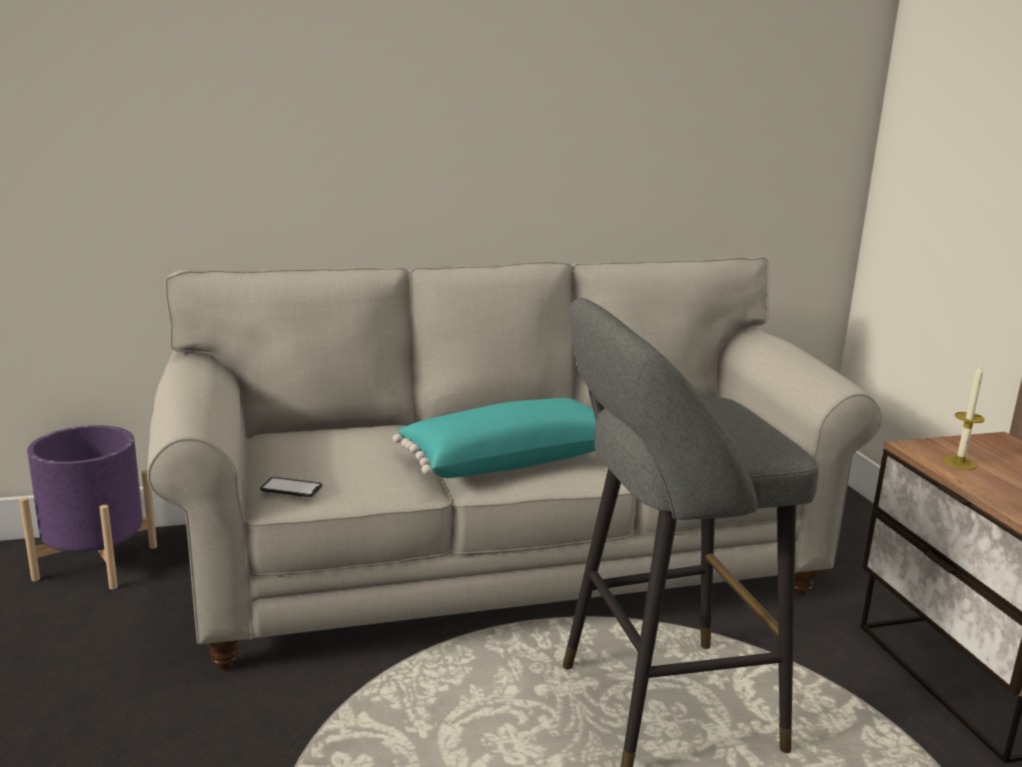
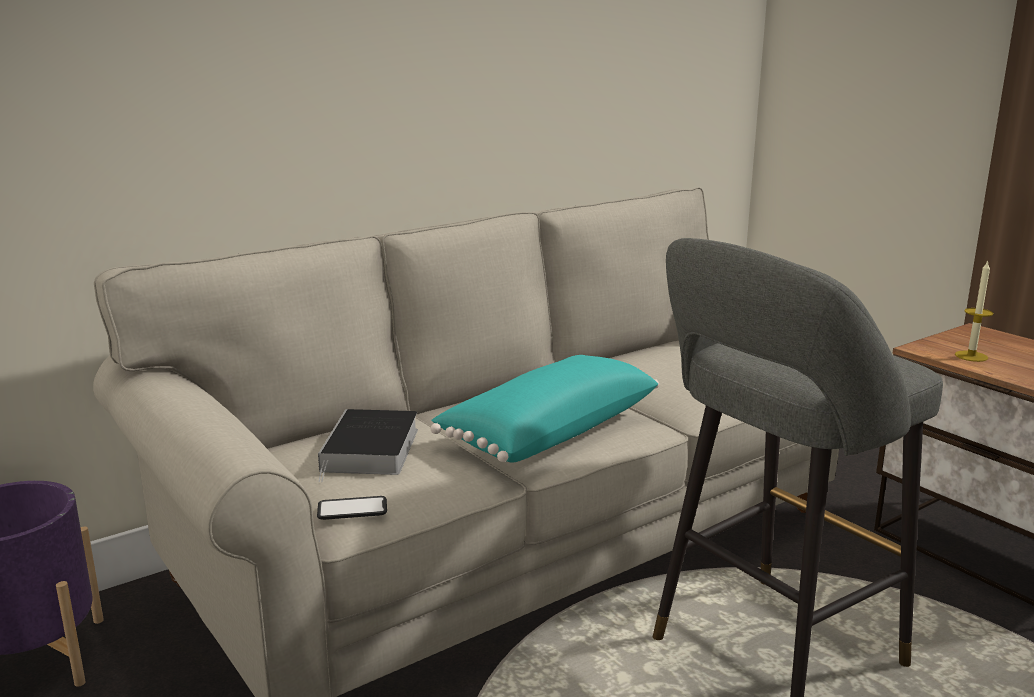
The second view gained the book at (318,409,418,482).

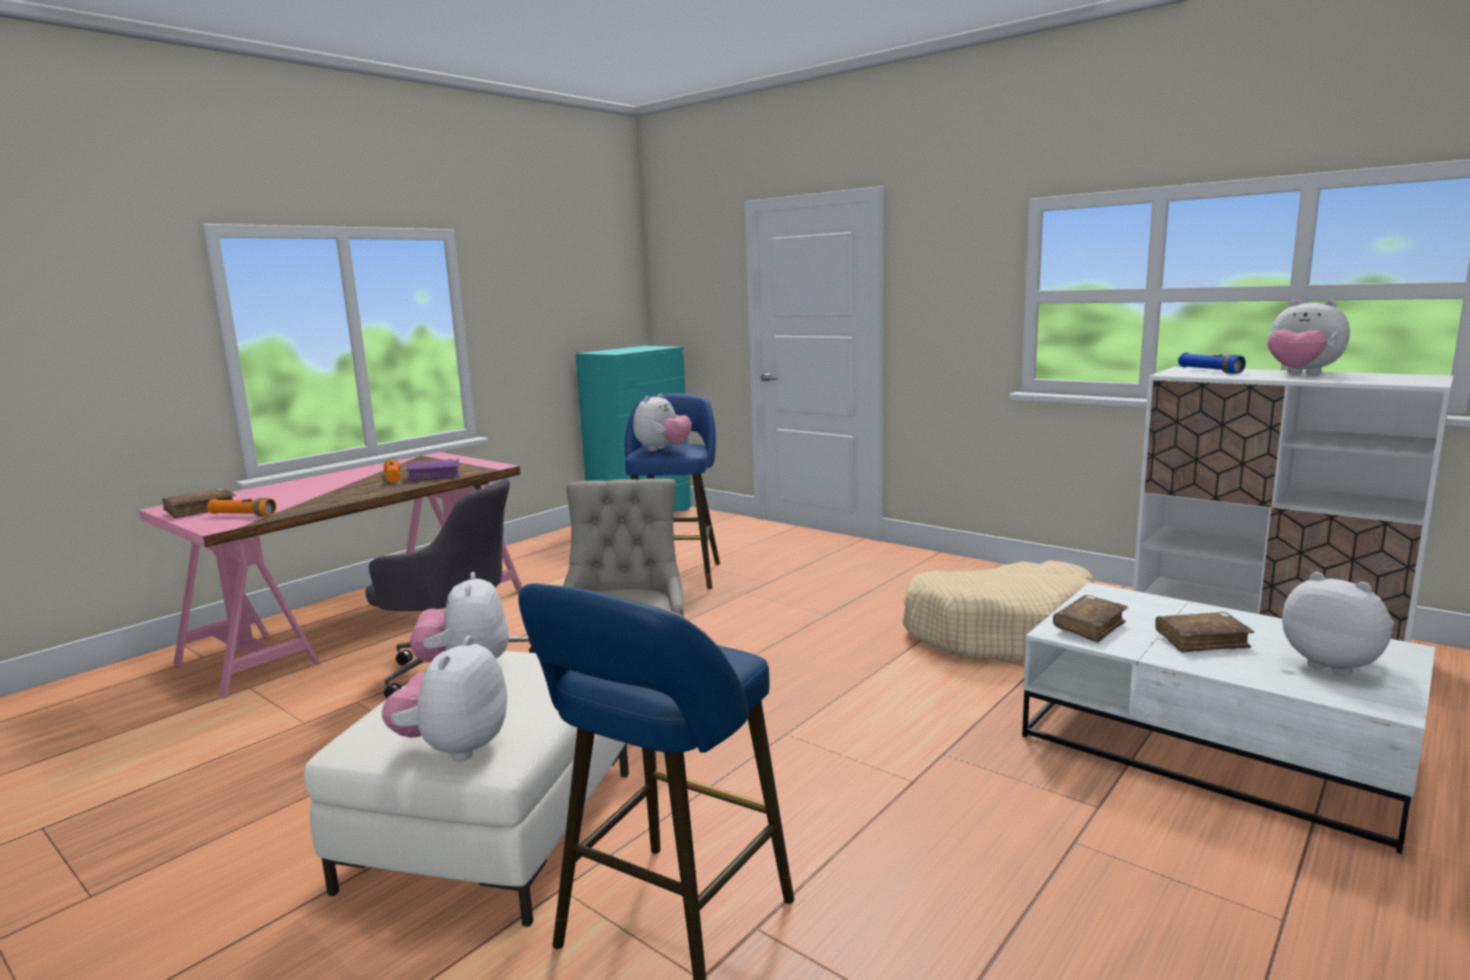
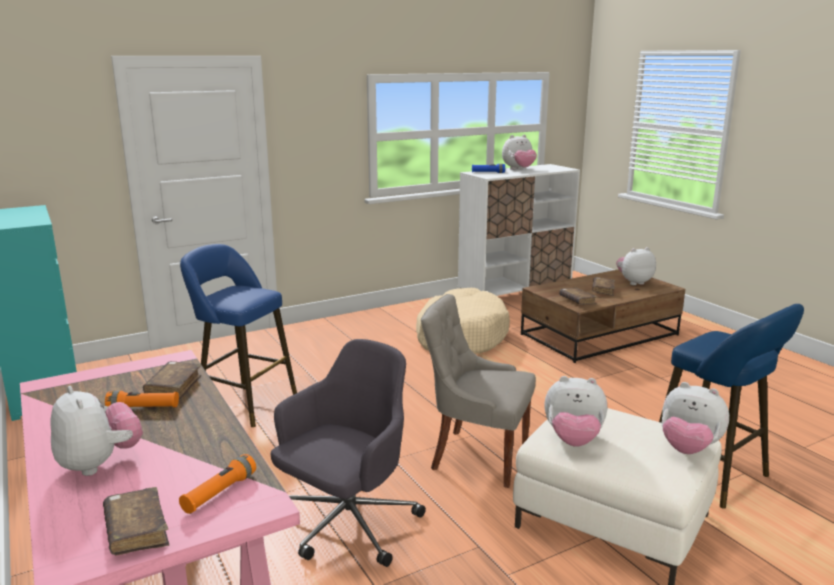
The plush toy ended up elsewhere, having gone from (633,393,692,451) to (50,386,143,476). What was the book (purple) at (406,459,460,481) turned into the book (brown-coloured) at (143,361,201,400). What was the coffee table (white-coloured) at (1022,582,1435,854) turned into the coffee table (brown-coloured) at (521,269,685,363).

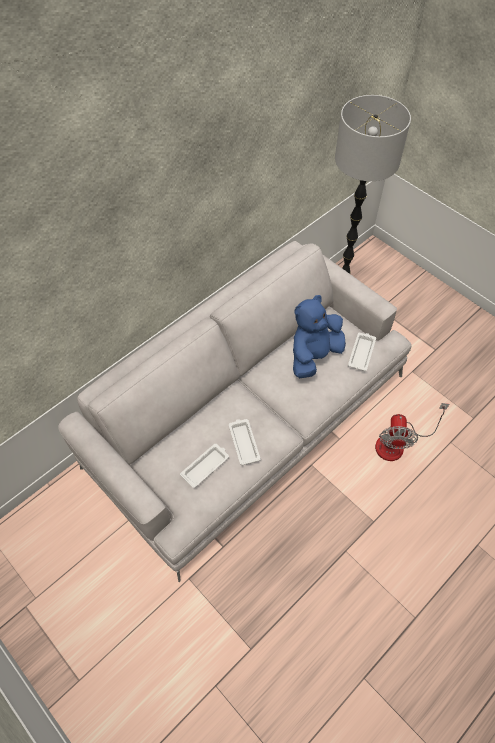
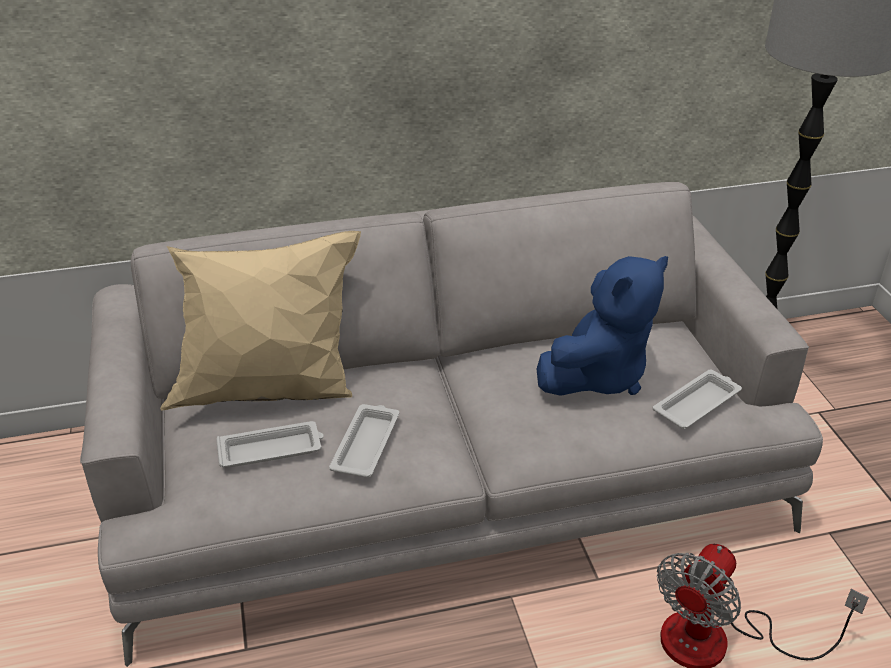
The second view gained the throw pillow (beige-coloured) at (160,231,361,411). The plush toy (blue-coloured) at (293,295,346,378) ended up facing another way, 150 degrees clockwise from before.

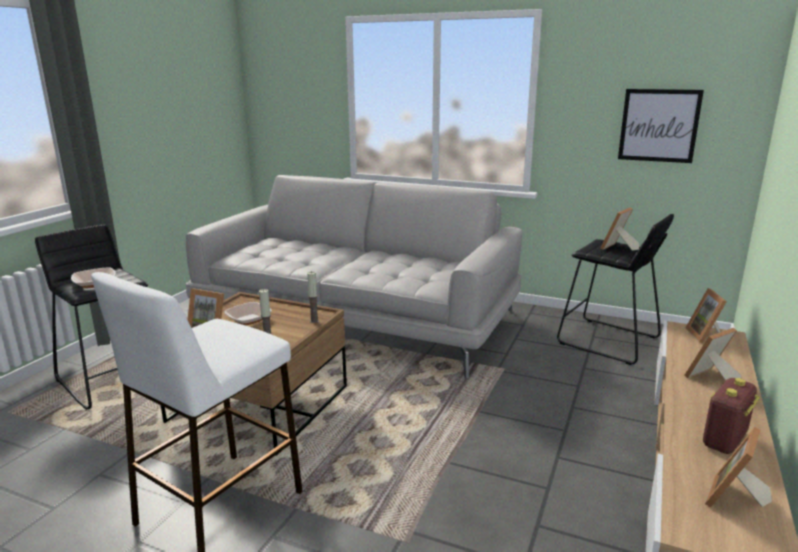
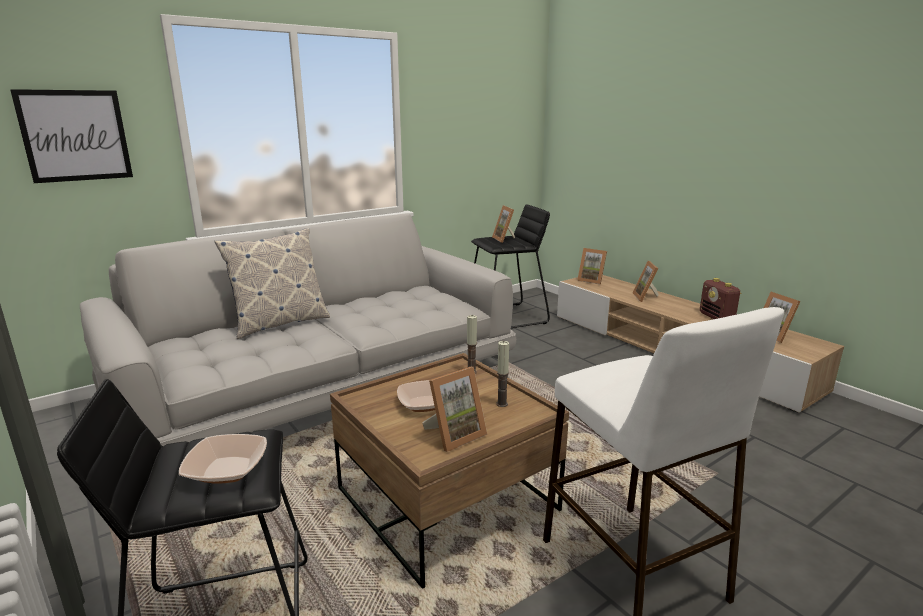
The second view gained the throw pillow at (214,228,330,339). The wall picture ended up elsewhere, having gone from (618,89,704,163) to (10,89,133,183).

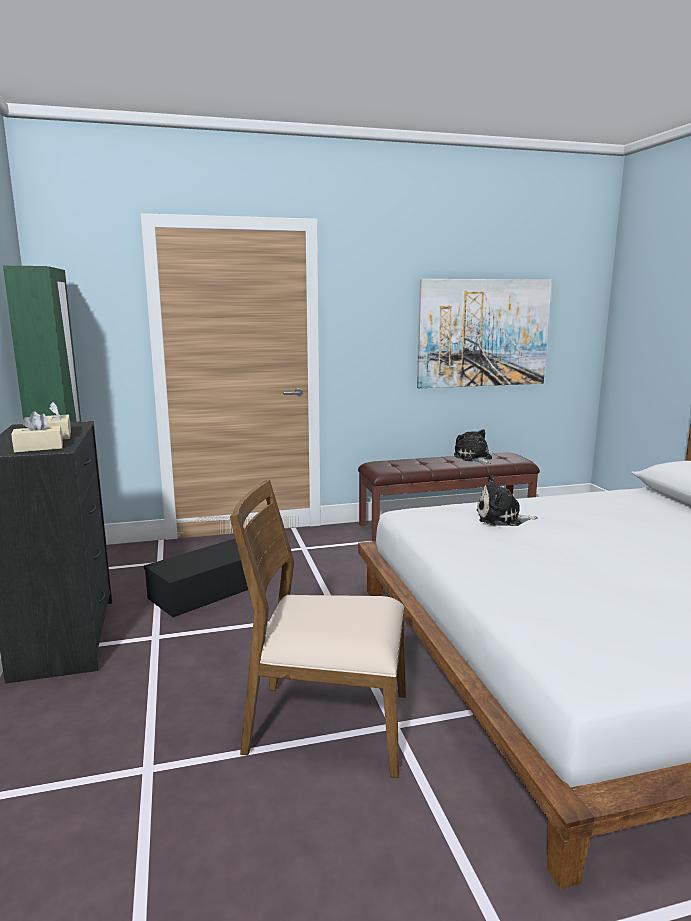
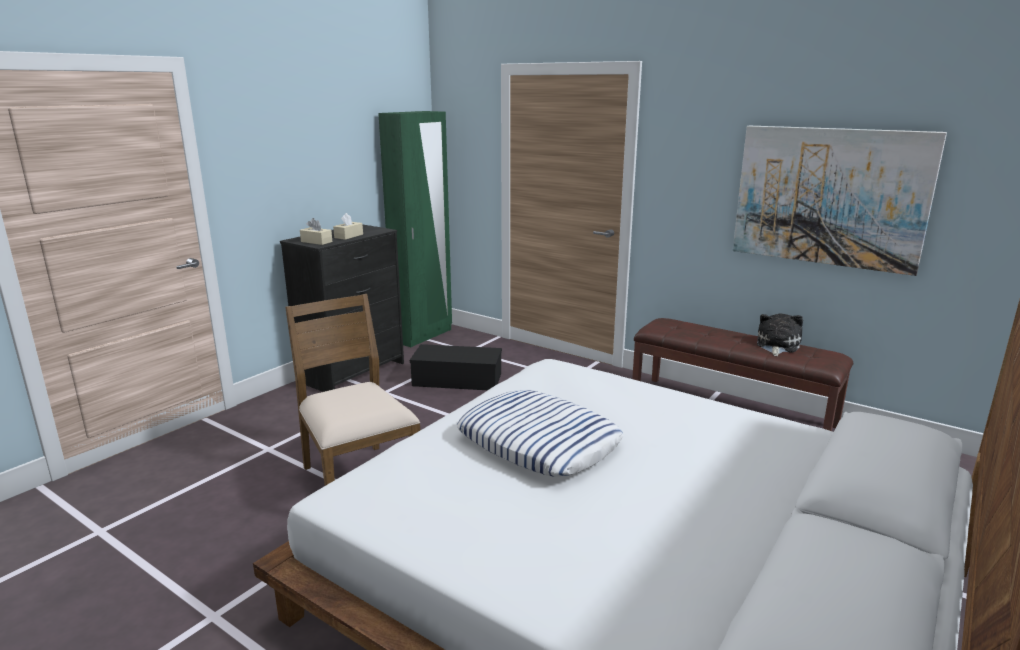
The second view lost the plush toy at (477,475,538,526). The second view gained the throw pillow at (457,390,624,476).

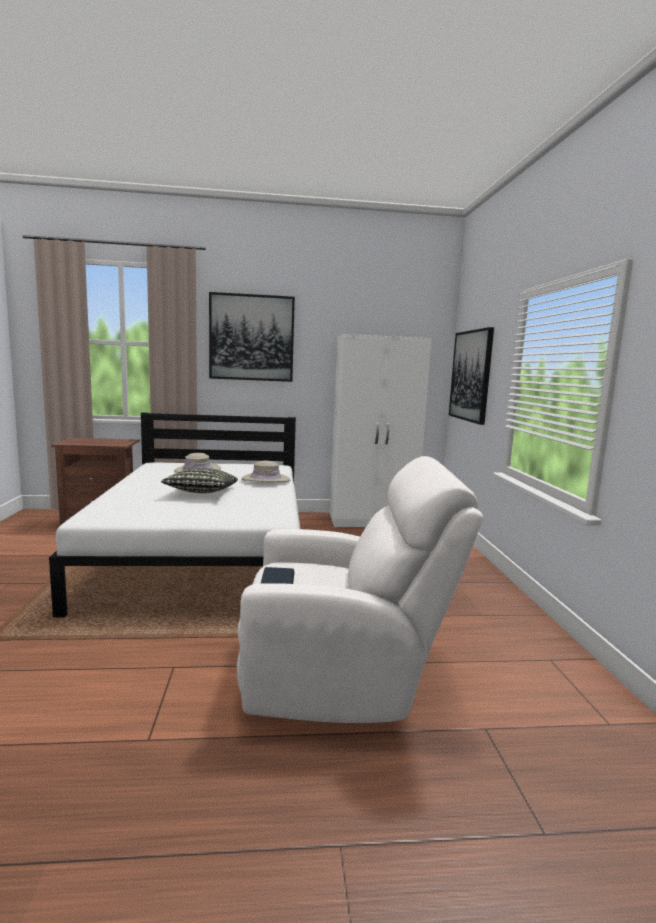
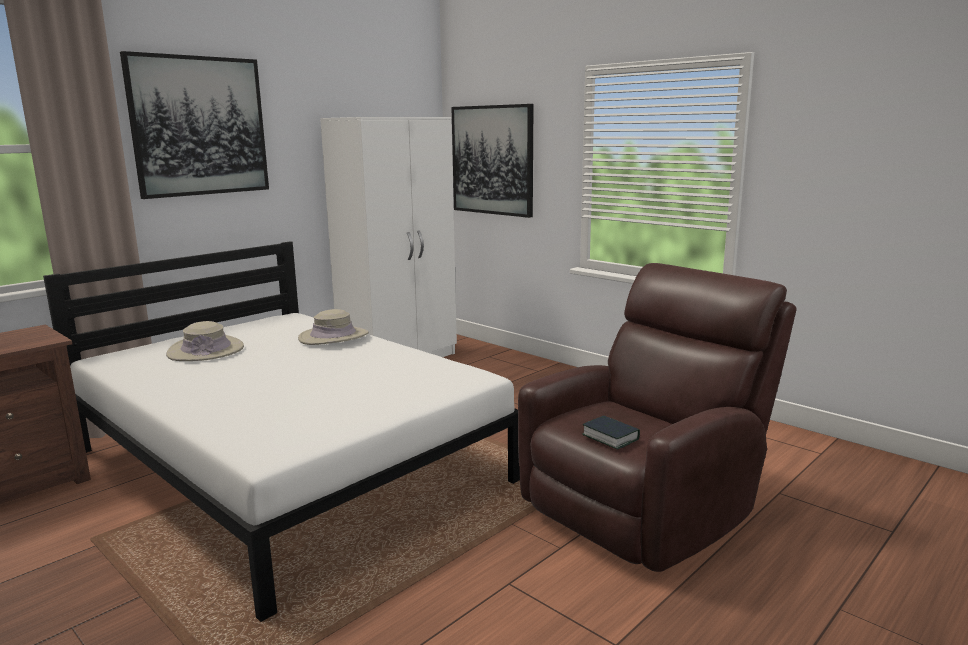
The second view lost the throw pillow at (161,468,238,493). What was the easy chair (white-coloured) at (237,456,483,723) turned into the easy chair (brown-coloured) at (518,263,796,572).

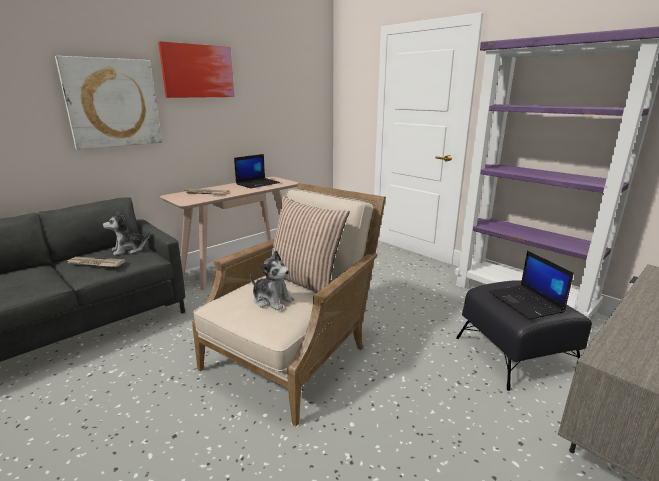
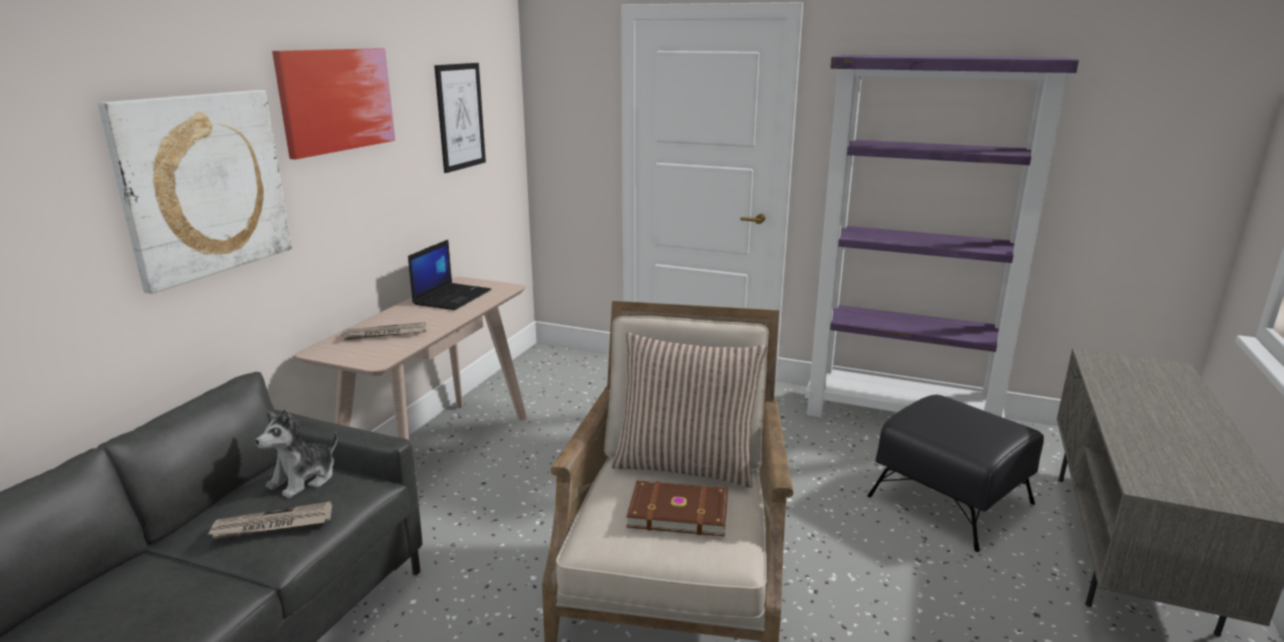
The second view lost the portable computer at (489,251,574,320). The second view gained the wall picture at (434,63,486,173). Where the plush toy stood at (250,250,294,310), the book (brown-coloured) came to stand at (626,480,728,537).

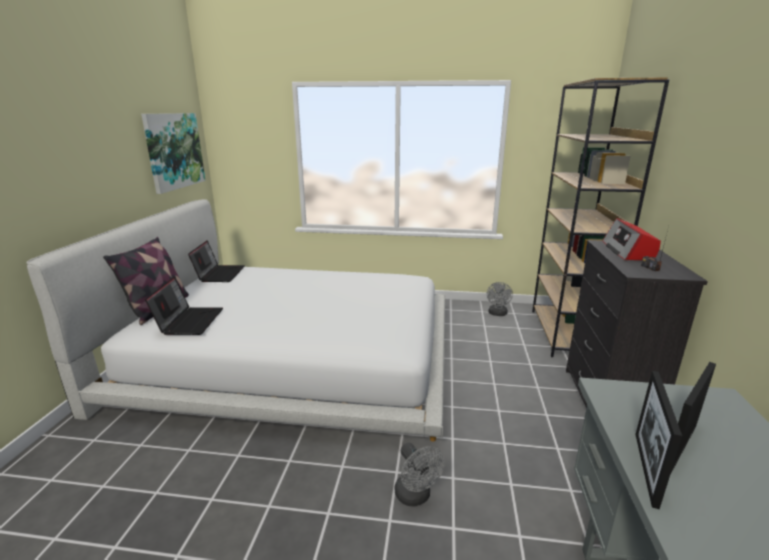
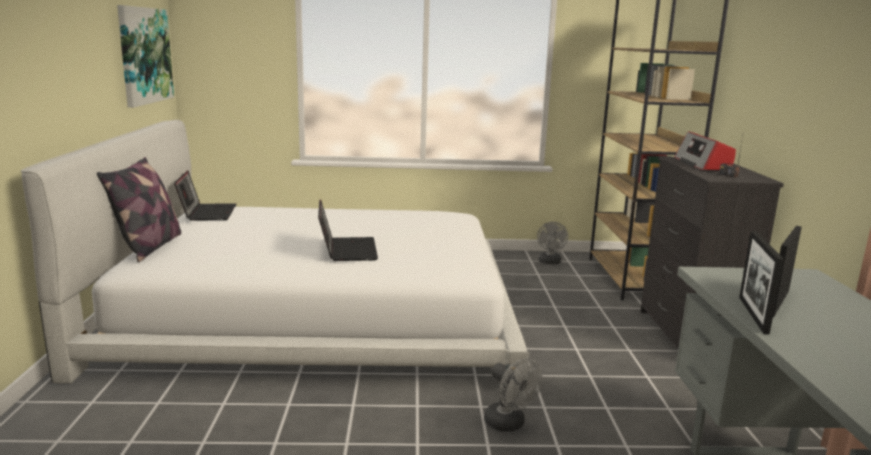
The portable computer ended up elsewhere, having gone from (145,277,223,335) to (318,199,378,261).

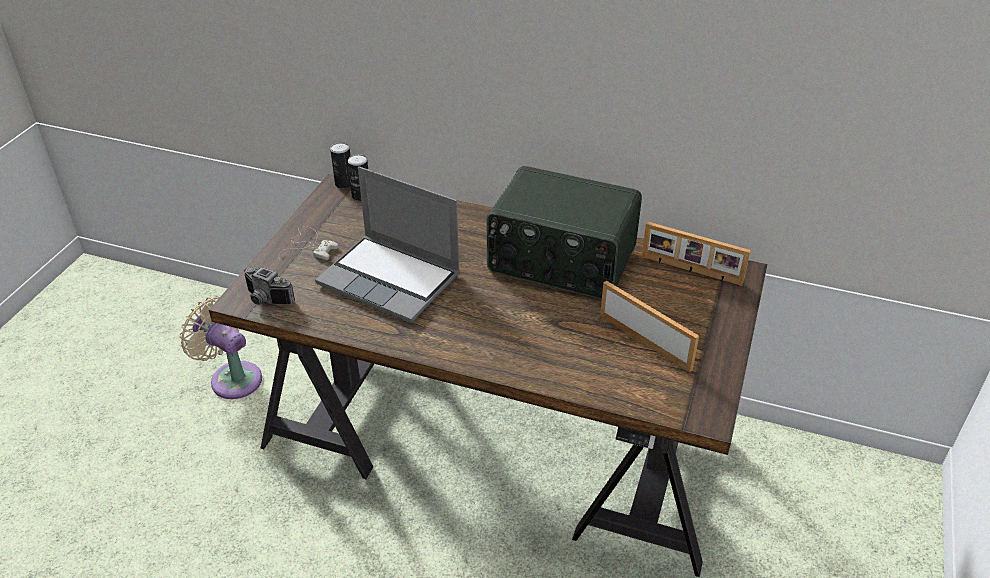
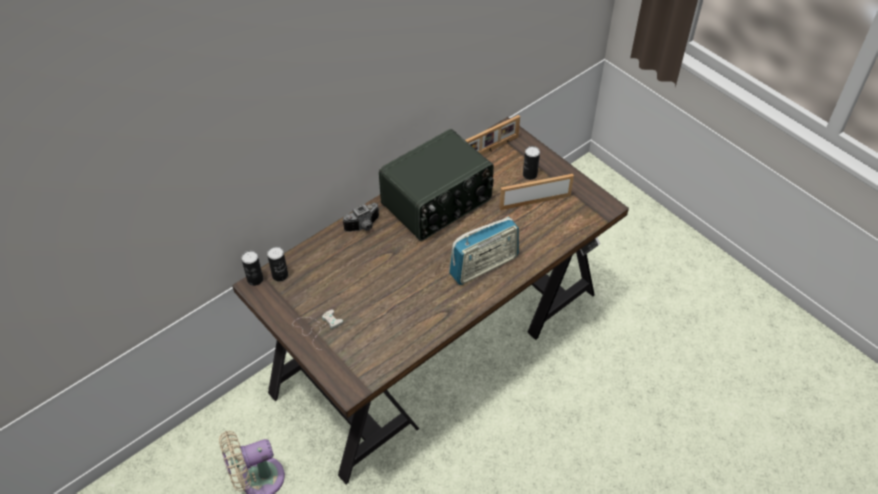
The second view lost the portable computer at (315,167,460,323). The second view gained the radio set at (449,217,519,285). The second view gained the metal can at (523,146,540,180). The still camera ended up elsewhere, having gone from (244,266,295,305) to (343,203,379,232).

